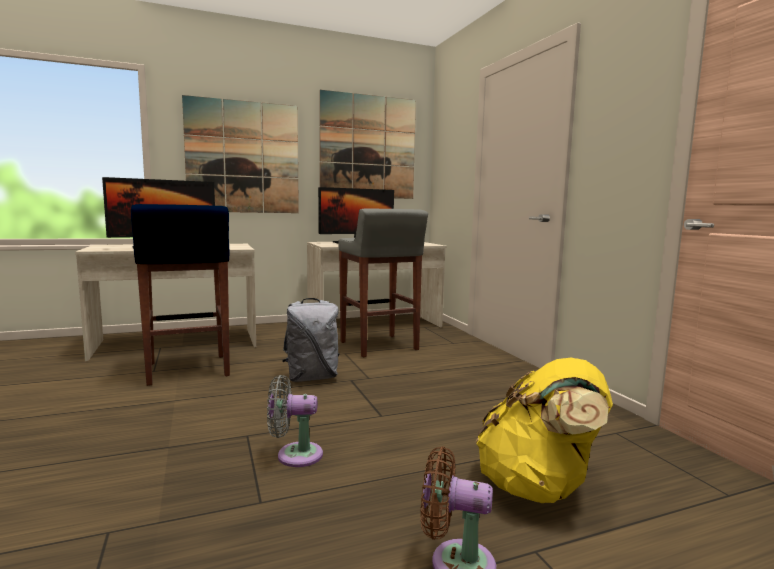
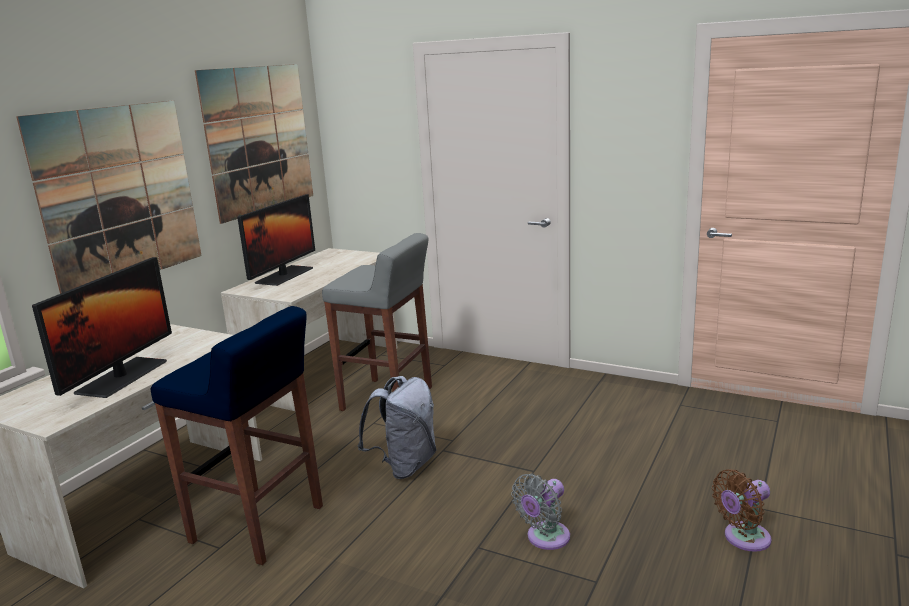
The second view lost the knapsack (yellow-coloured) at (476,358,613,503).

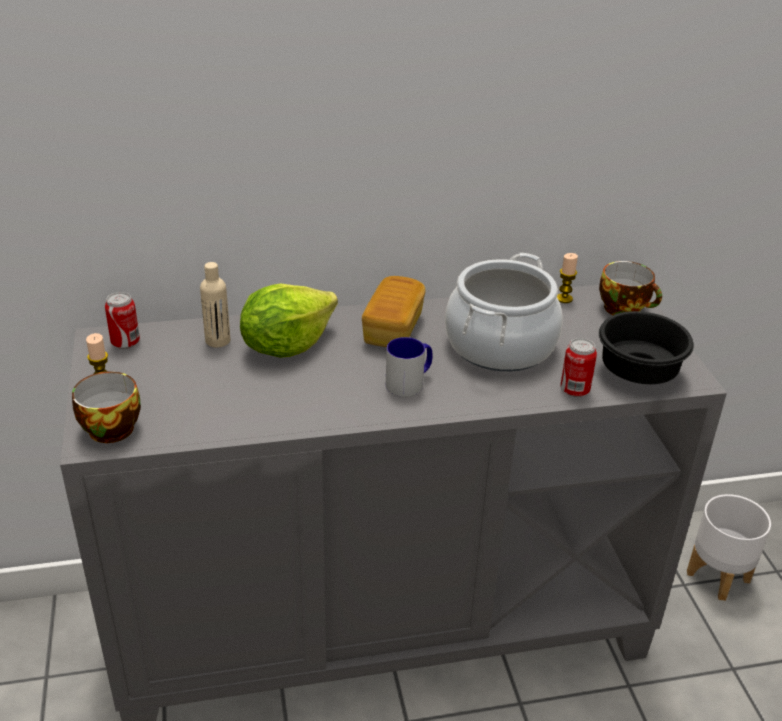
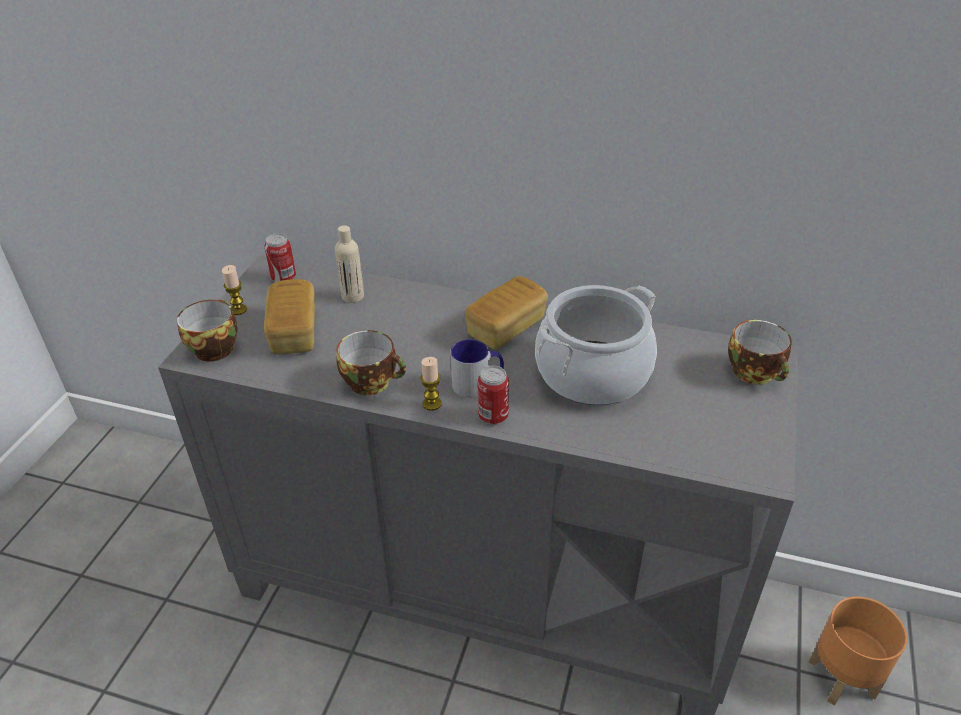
The second view lost the lettuce head at (240,283,338,358). The second view lost the bowl (black) at (599,311,694,384). The second view gained the bread at (264,279,315,355). The second view gained the small cup at (336,330,406,396). The wax light ended up elsewhere, having gone from (557,253,578,303) to (420,357,442,411). The metal can ended up elsewhere, having gone from (560,338,597,397) to (477,366,509,424). What was the planter (white-coloured) at (687,494,771,601) turned into the planter (orangey) at (809,596,907,706).

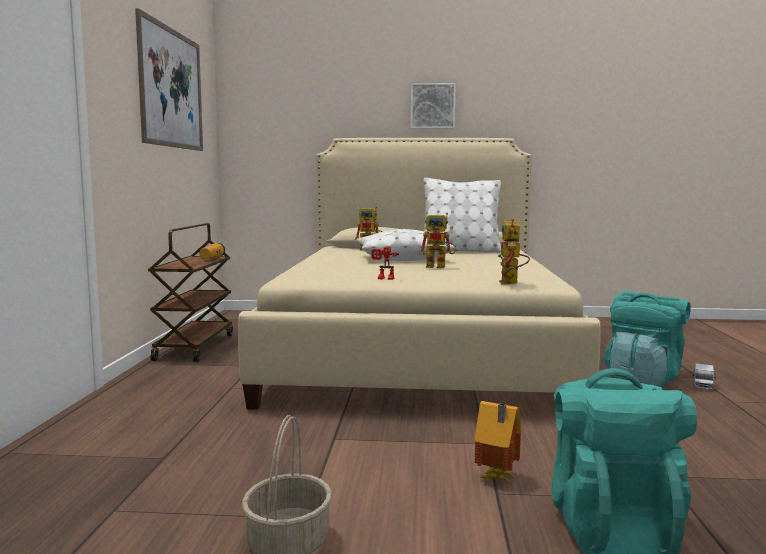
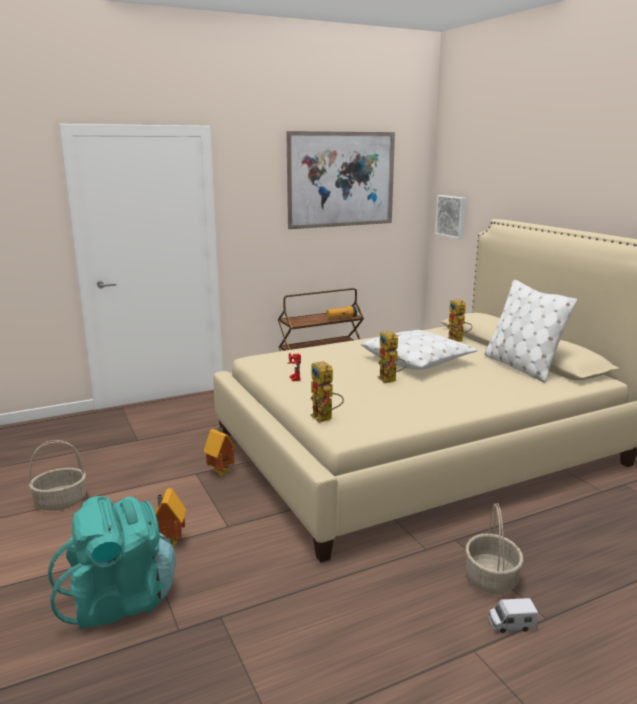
The second view gained the model house at (204,427,236,477). The wall picture ended up elsewhere, having gone from (411,83,456,129) to (435,195,466,239). Where the knapsack (turquoise) stood at (604,291,691,387), the household basket came to stand at (466,503,523,594). The robot figure at (498,219,530,285) ended up facing another way, 90 degrees counterclockwise from before.

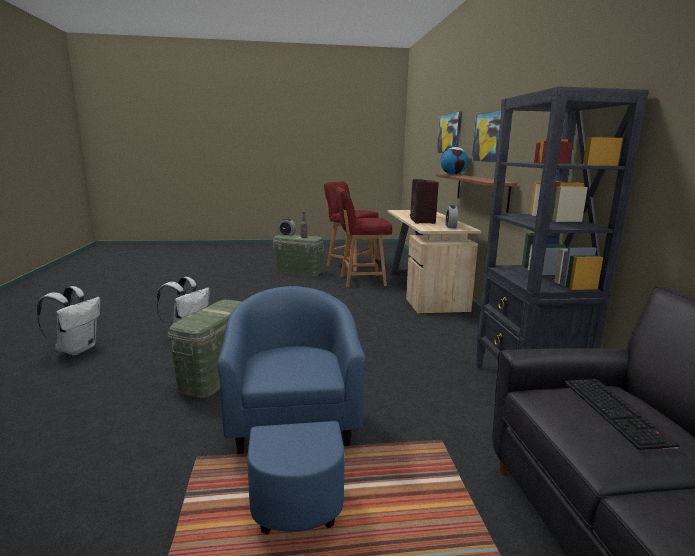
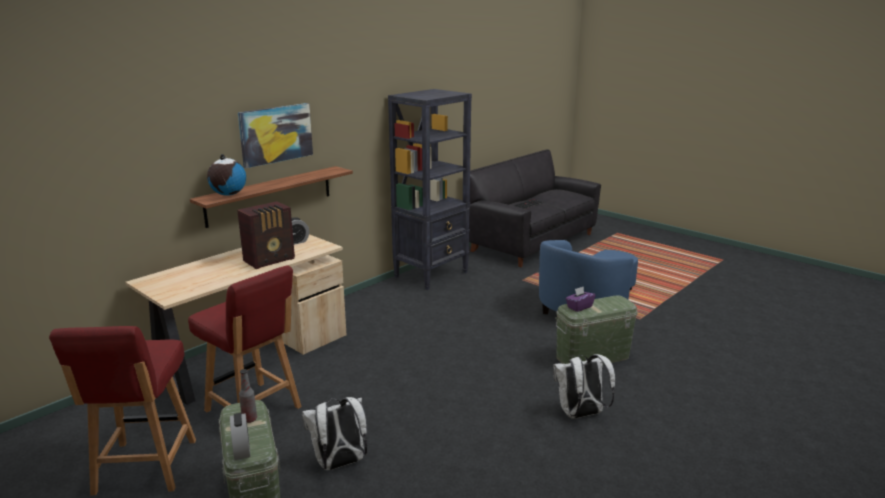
The second view lost the wall picture at (437,111,462,153). The second view gained the tissue holder (purple) at (566,286,596,312). The knapsack (white-coloured) ended up elsewhere, having gone from (37,286,100,355) to (302,397,367,470).

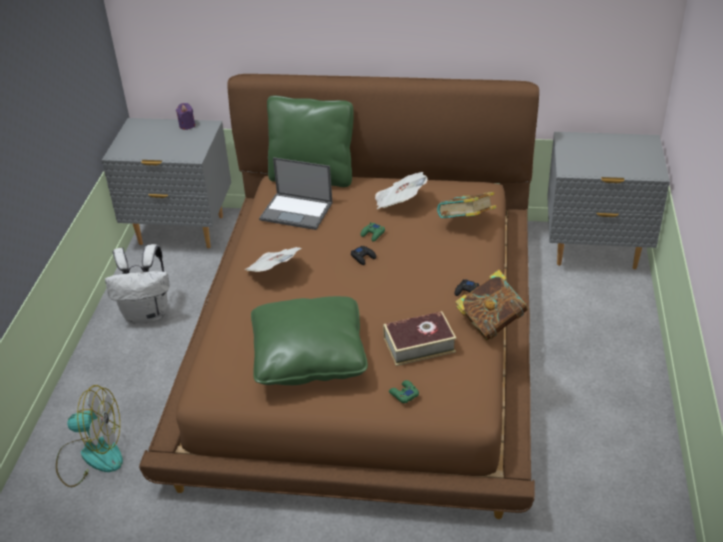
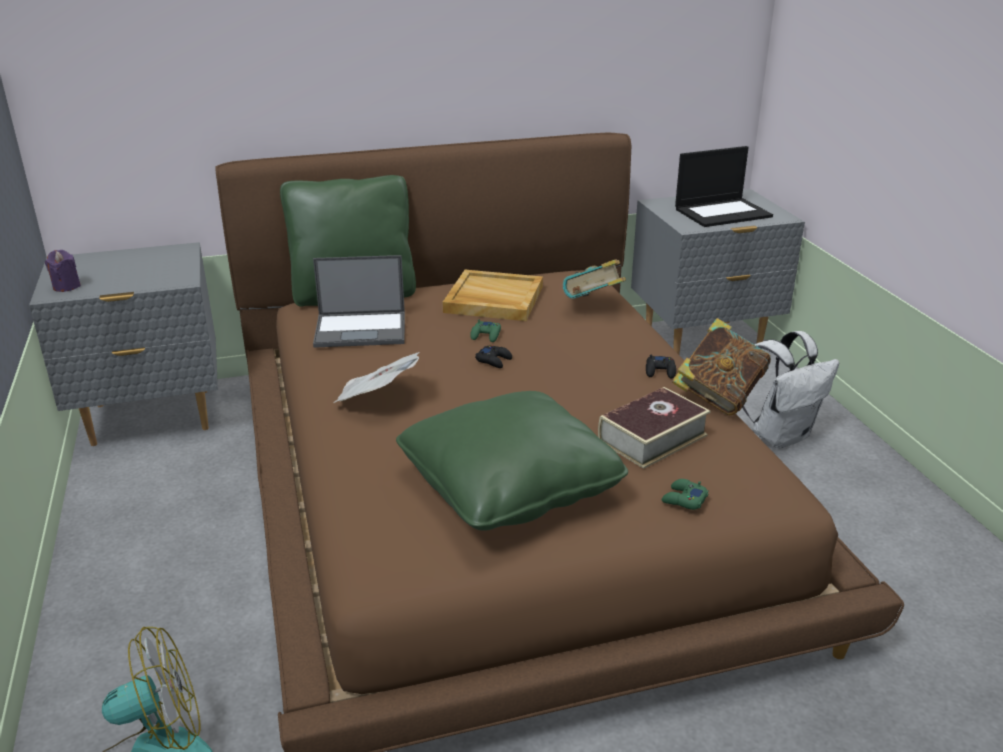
The second view gained the portable computer at (675,146,773,227). The knapsack (white-coloured) ended up elsewhere, having gone from (105,244,169,323) to (742,331,839,448). The wax light (purple) ended up elsewhere, having gone from (176,103,195,130) to (45,250,81,292). Where the printed paper stood at (375,172,428,209), the tray (beige-coloured) came to stand at (443,270,543,321).

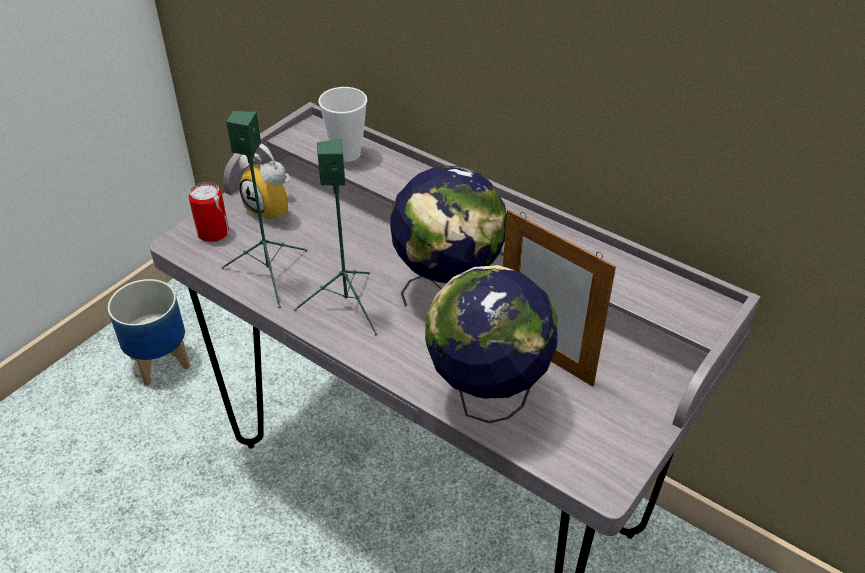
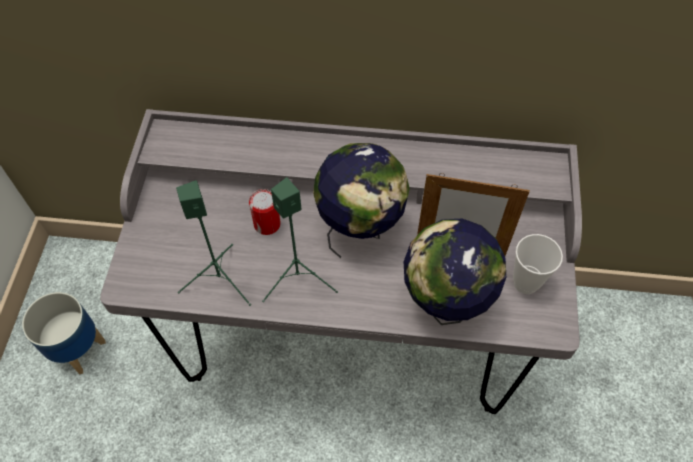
The second view lost the bedside clock at (239,143,290,223). The metal can ended up elsewhere, having gone from (188,182,229,242) to (249,189,281,235). The small cup ended up elsewhere, having gone from (318,87,367,162) to (513,234,563,294).

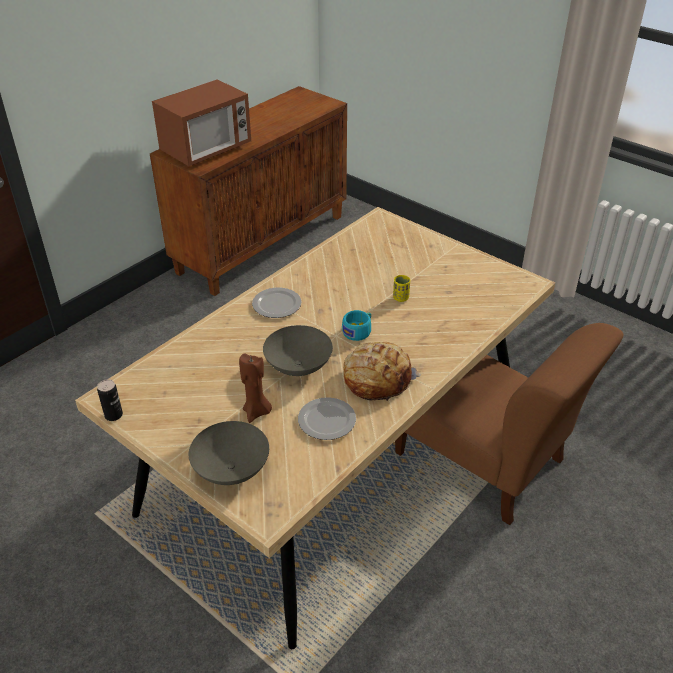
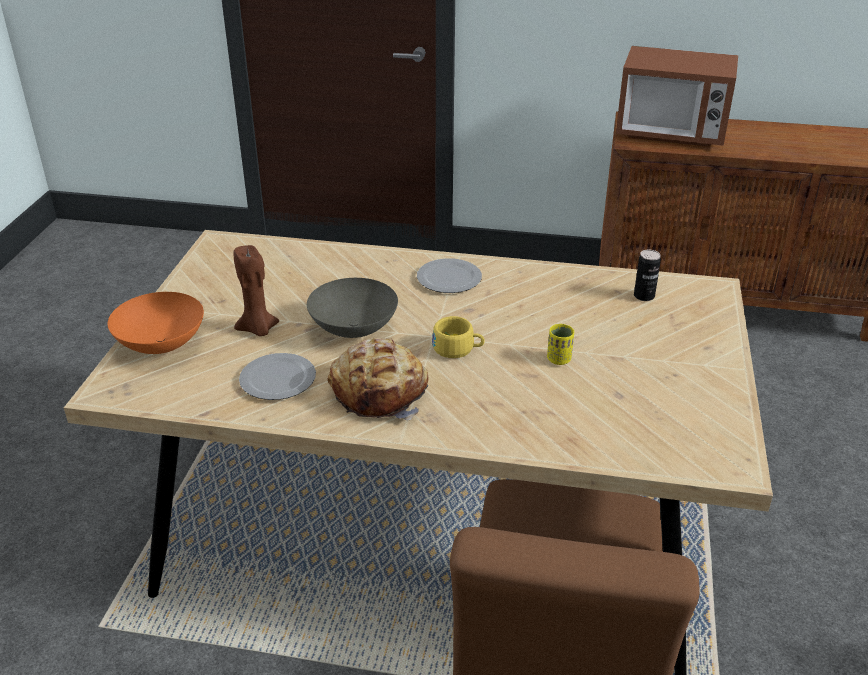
The metal can ended up elsewhere, having gone from (97,379,123,421) to (634,250,661,301). What was the bowl (gray) at (189,421,269,485) turned into the bowl (orangey) at (108,292,204,354). What was the small cup (turquoise) at (342,310,371,341) turned into the small cup (yellow-coloured) at (432,316,485,358).

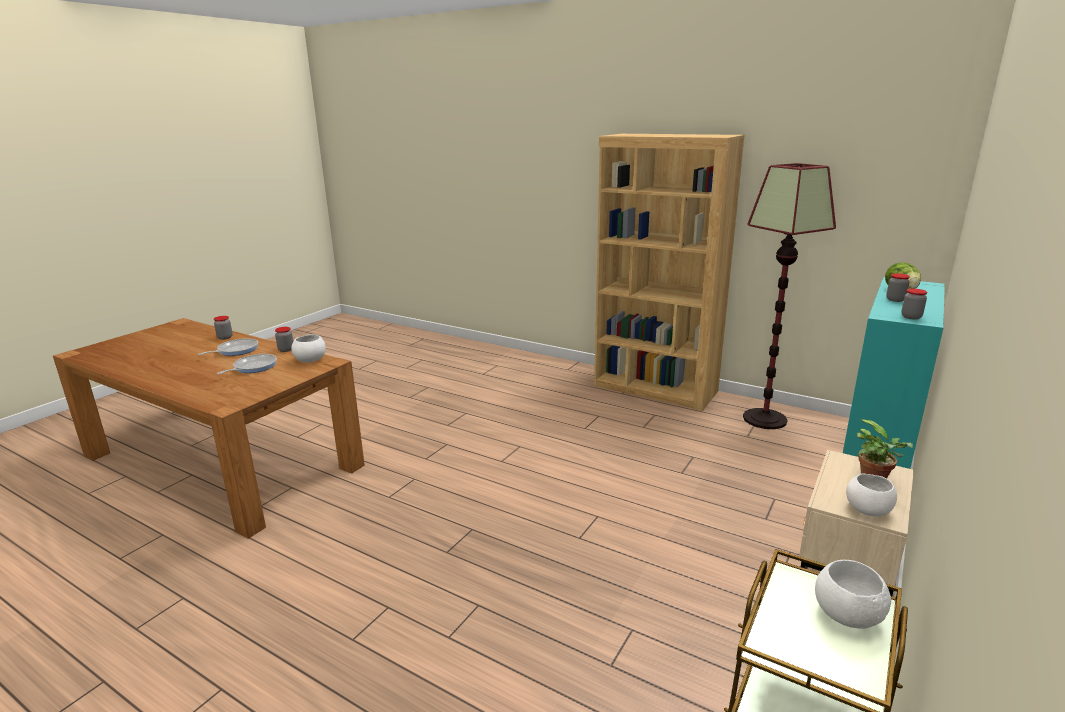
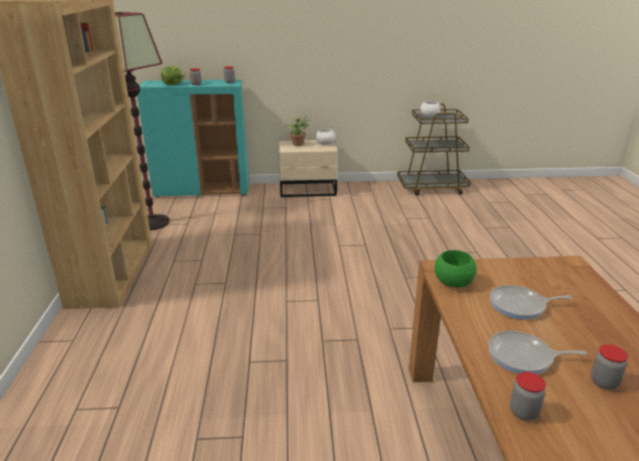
The jar ended up elsewhere, having gone from (275,327,293,352) to (591,344,628,390). What was the bowl (white-coloured) at (291,334,326,363) turned into the bowl (green-coloured) at (435,250,477,288).

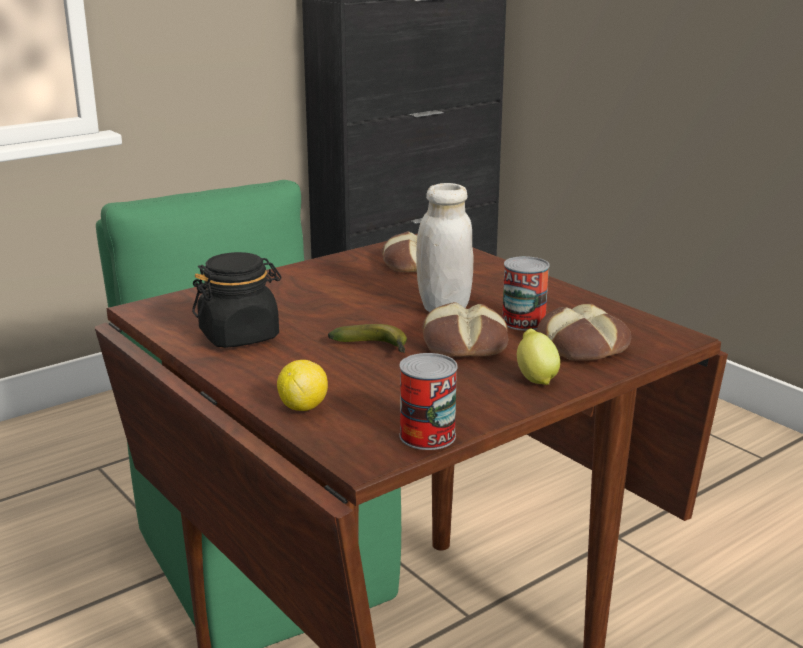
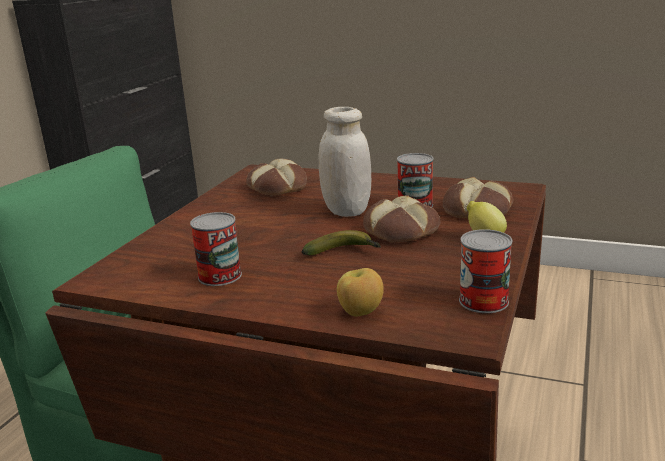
Where the jar (black) stood at (192,252,281,348), the metal can came to stand at (190,212,242,286). Where the lemon stood at (277,360,328,411), the apple came to stand at (337,268,384,317).

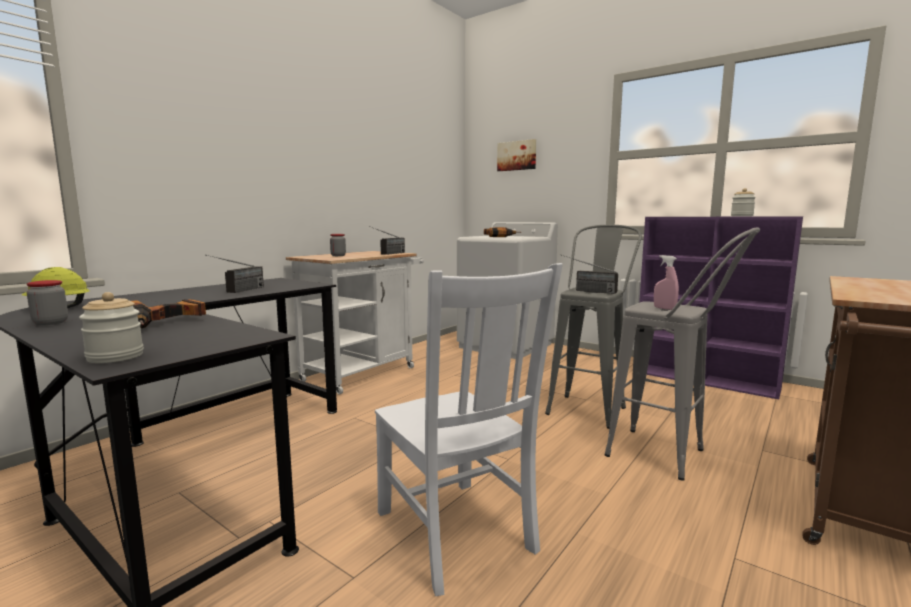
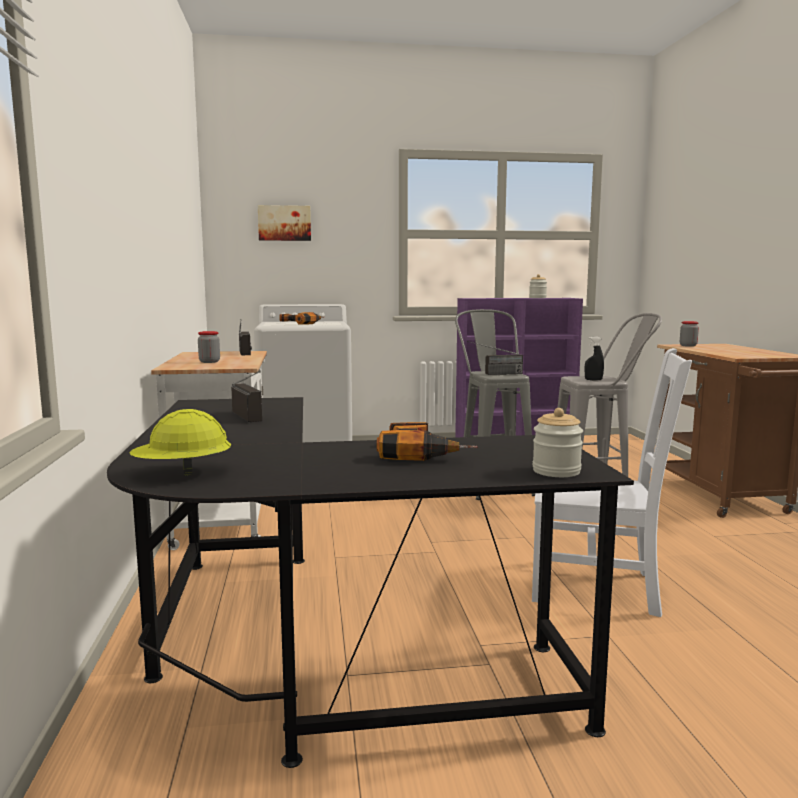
The jar ended up elsewhere, having gone from (27,280,68,325) to (680,321,699,347). What was the spray bottle (pinkish) at (654,255,679,310) turned into the spray bottle (black) at (585,337,604,380).

